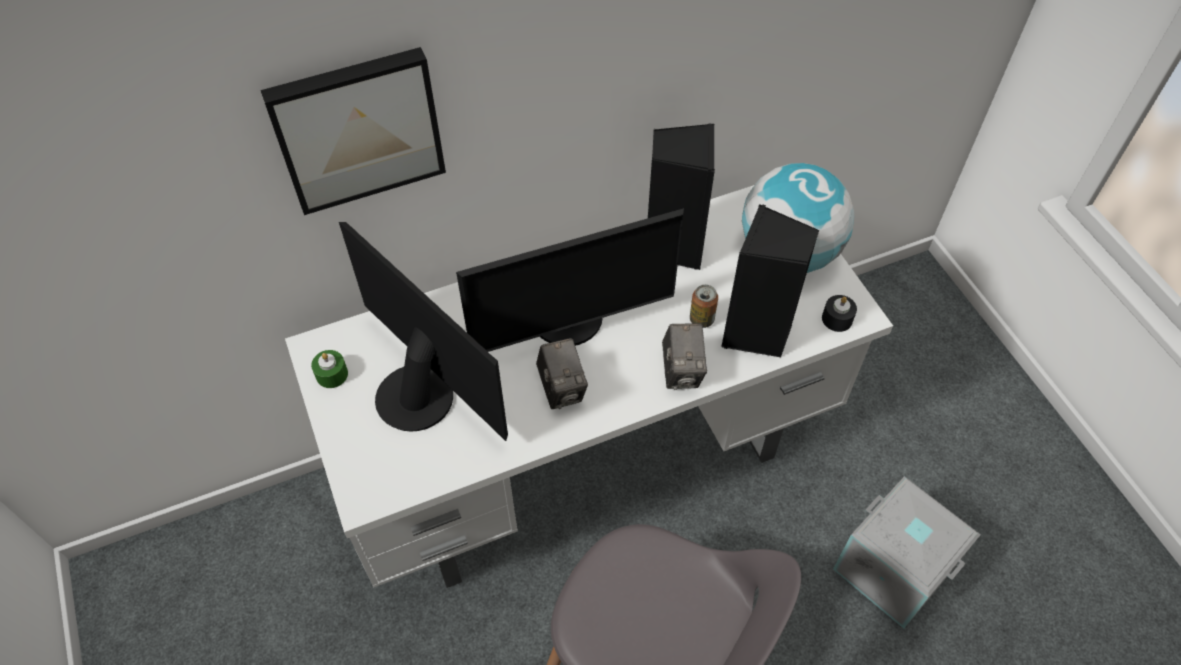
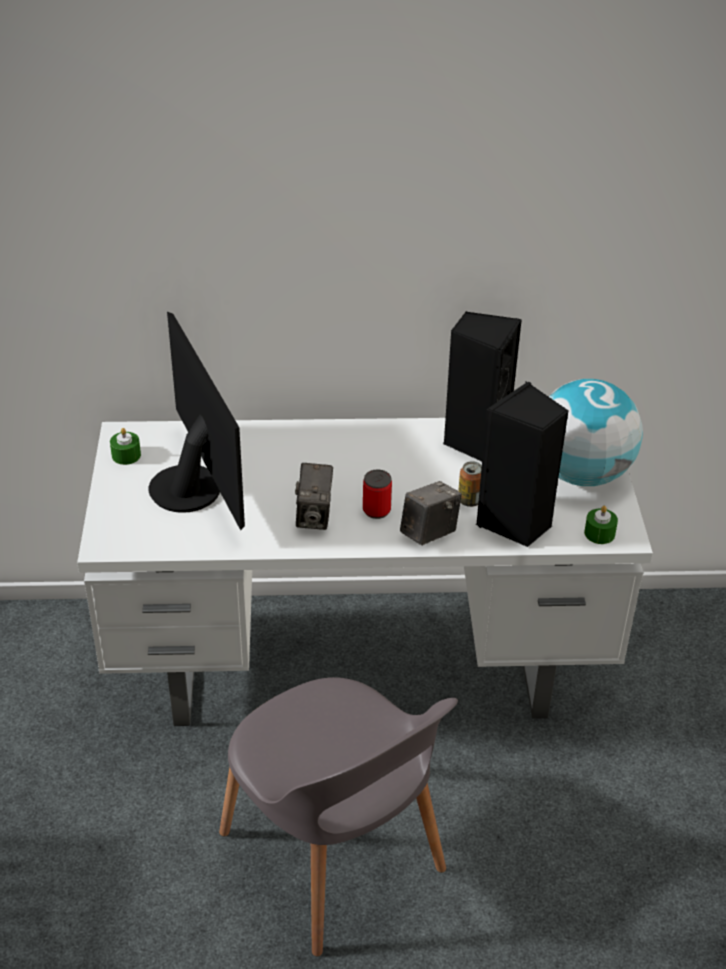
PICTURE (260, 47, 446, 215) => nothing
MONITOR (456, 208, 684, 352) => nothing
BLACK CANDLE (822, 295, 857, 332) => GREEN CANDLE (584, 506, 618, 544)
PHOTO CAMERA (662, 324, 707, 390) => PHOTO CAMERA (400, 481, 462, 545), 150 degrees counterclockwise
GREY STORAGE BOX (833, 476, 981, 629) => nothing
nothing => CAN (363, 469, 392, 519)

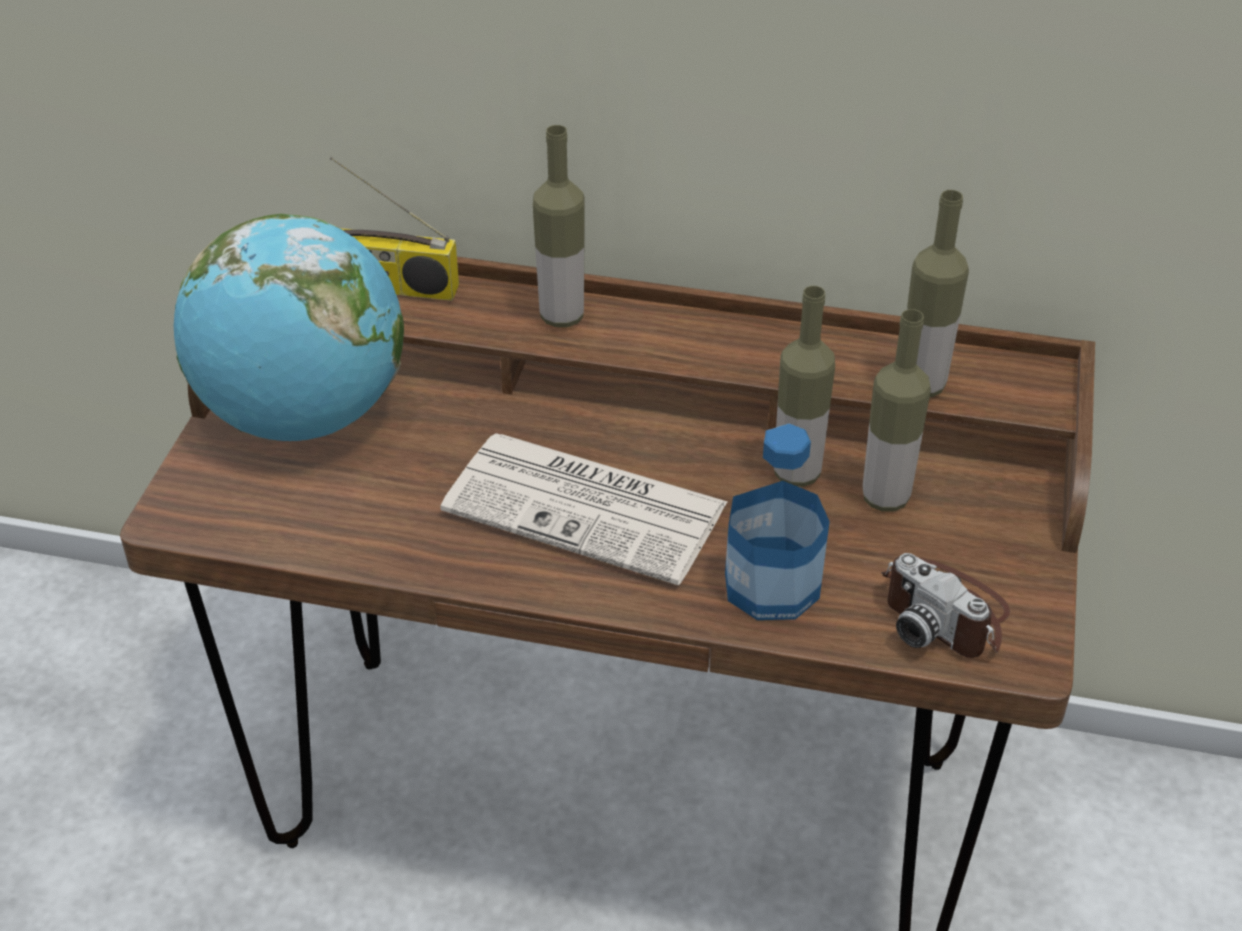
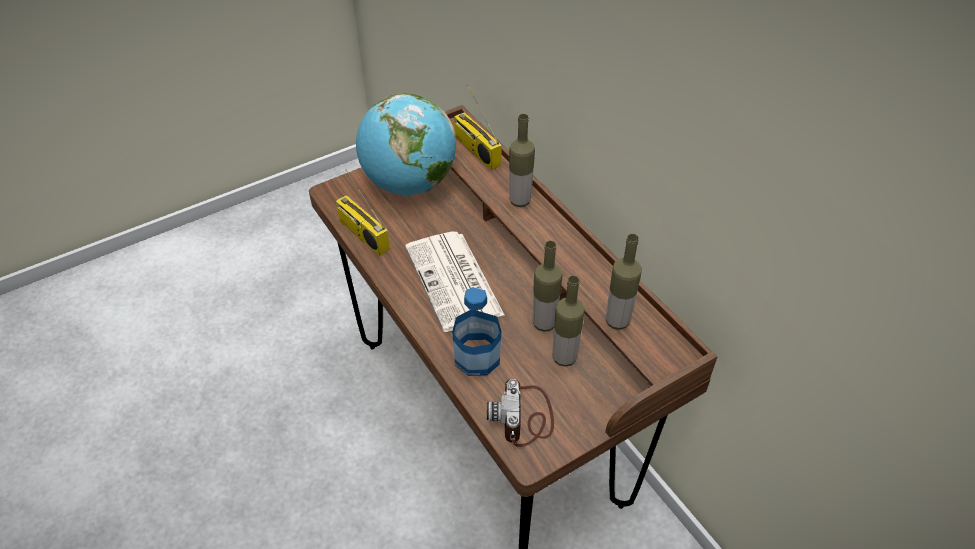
nothing => RADIO (336, 170, 390, 256)

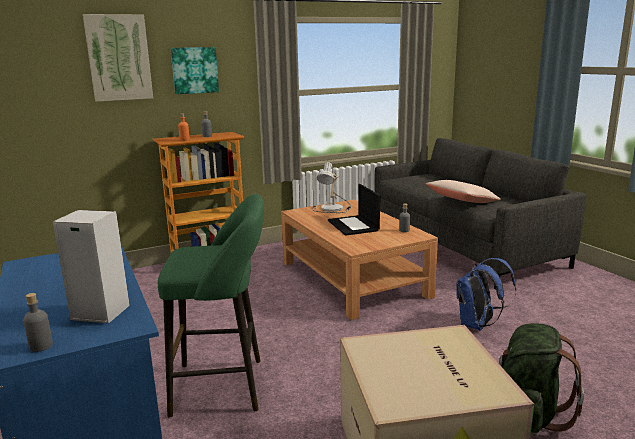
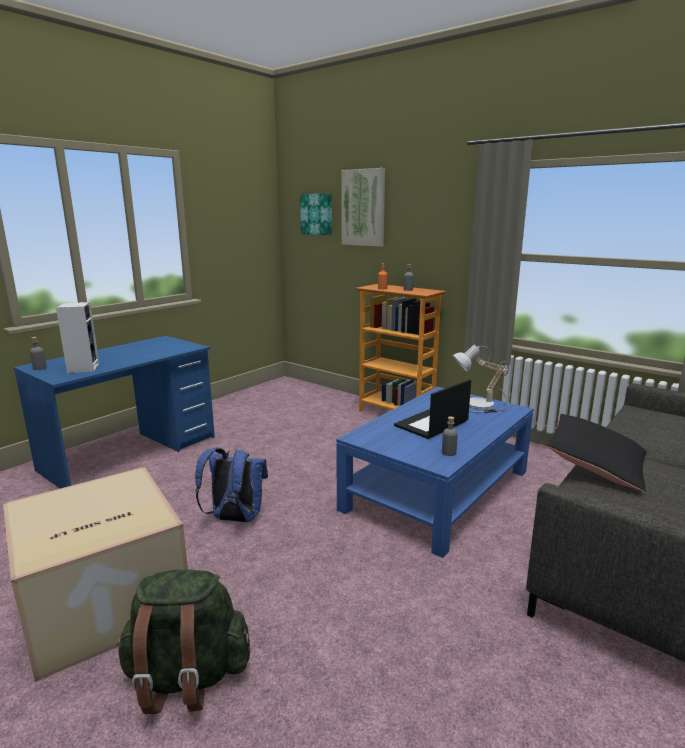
PICTURE (171, 47, 219, 94) => PICTURE (300, 194, 332, 235), relocated
BEIGE PILLOW (426, 180, 501, 203) => BLACK PILLOW (546, 414, 647, 492)
GREEN STOOL (158, 194, 264, 417) => nothing
BROWN COFFEE TABLE (281, 200, 438, 320) => BLUE COFFEE TABLE (336, 387, 534, 558)
BLUE BACKPACK (456, 258, 516, 330) => BLUE BACKPACK (195, 447, 268, 522), relocated

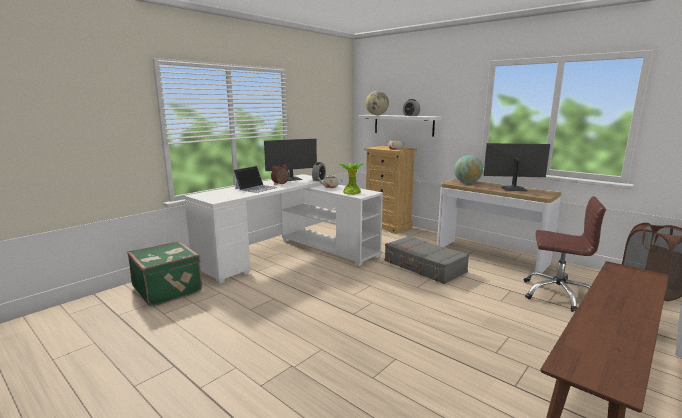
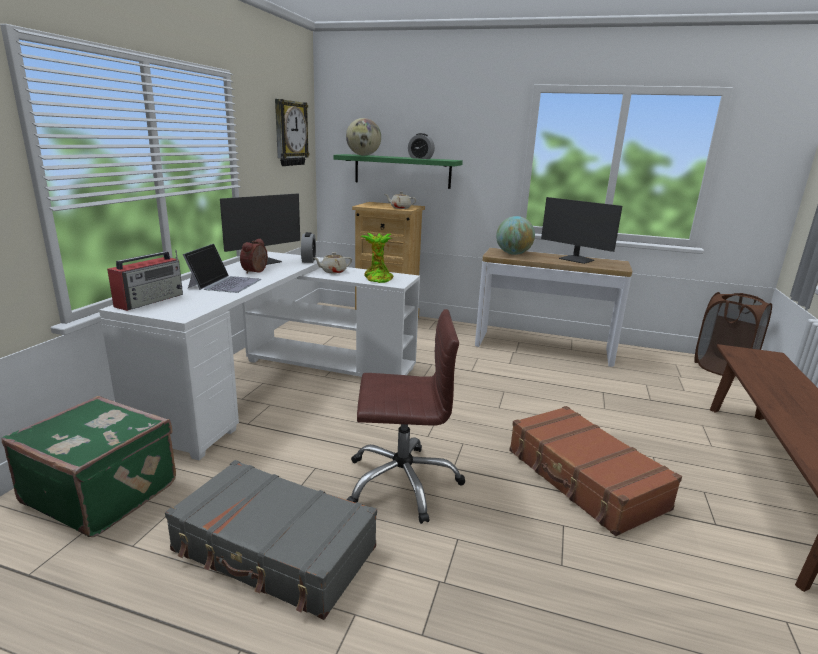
WHITE SHELF (358, 115, 442, 136) => GREEN SHELF (333, 154, 463, 189)
MONITOR (484, 143, 550, 191) => MONITOR (541, 197, 622, 264), 120 degrees counterclockwise
BROWN OFFICE CHAIR (524, 196, 606, 312) => BROWN OFFICE CHAIR (347, 309, 465, 524), relocated
GREY SUITCASE (385, 236, 469, 284) => GREY SUITCASE (165, 460, 377, 620), relocated
nothing => WALL CLOCK (275, 99, 310, 166)
nothing => RADIO (107, 250, 183, 311)
nothing => BROWN SUITCASE (509, 406, 682, 536)

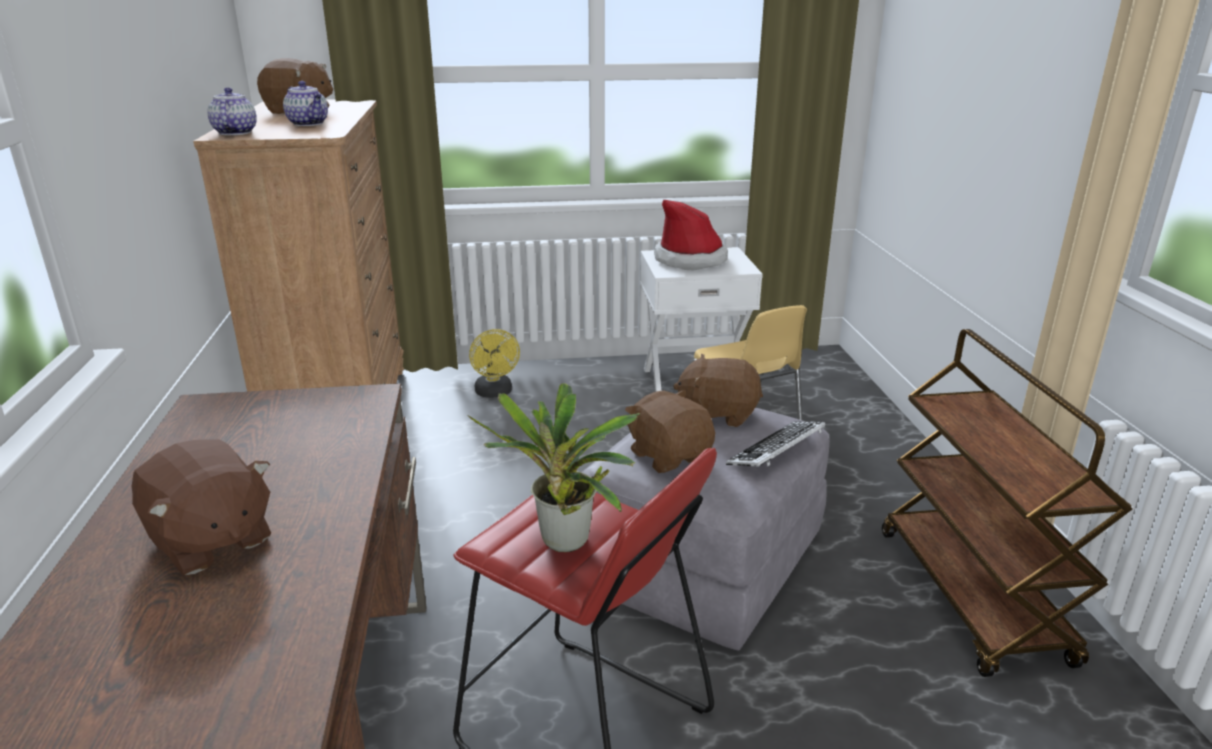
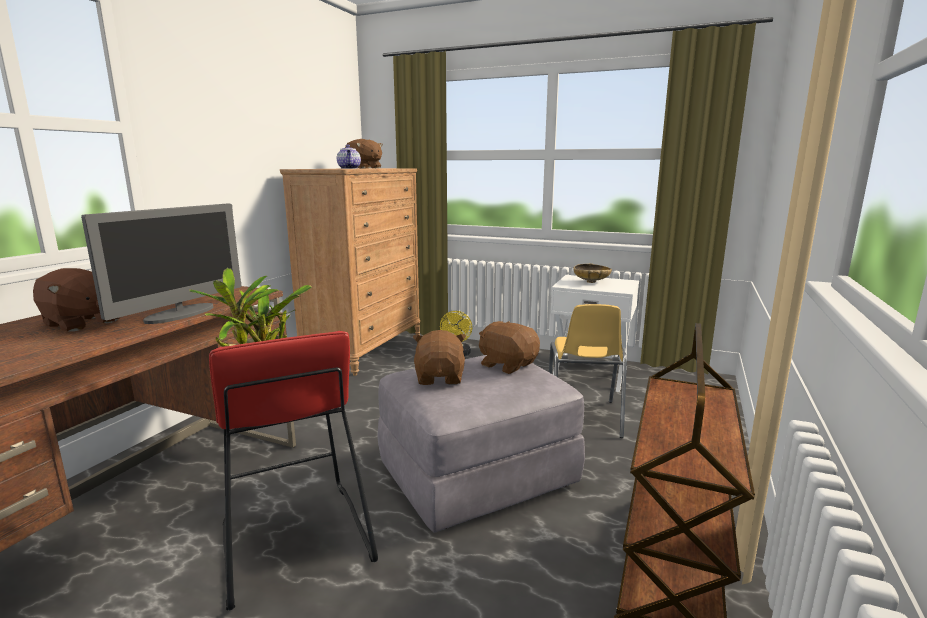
TEAPOT (207, 87, 257, 135) => nothing
HAT (654, 200, 728, 271) => BEIGE BOWL (573, 263, 612, 283)
KEYBOARD (726, 421, 826, 466) => nothing
BROWN PLUSH TOY (132, 439, 271, 575) => BROWN PLUSH TOY (33, 268, 120, 332), 45 degrees counterclockwise
nothing => MONITOR (81, 204, 242, 324)

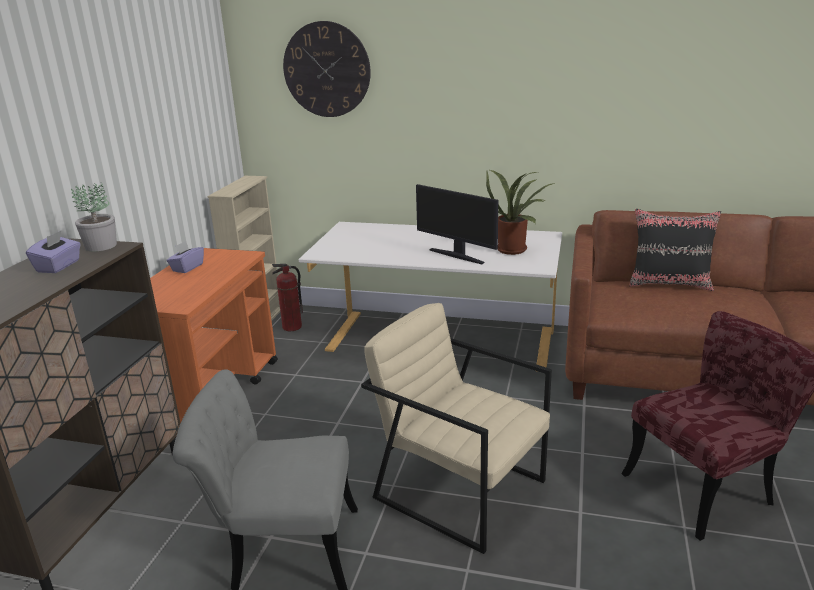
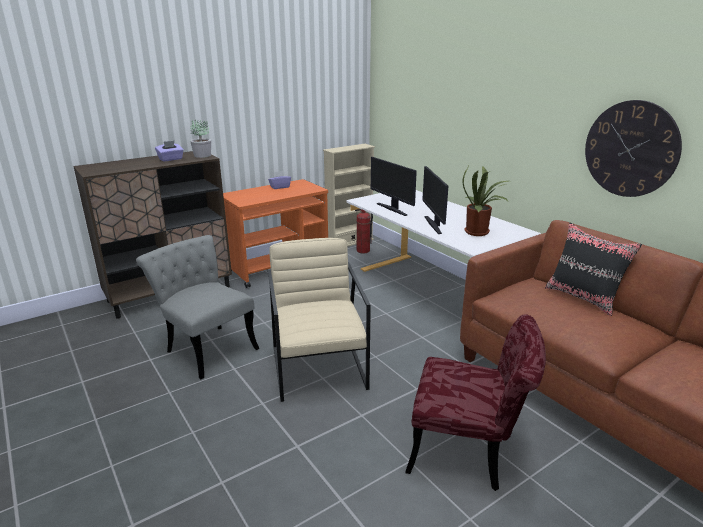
WALL CLOCK (283, 21, 371, 117) => WALL CLOCK (585, 100, 682, 197), relocated
nothing => MONITOR (371, 157, 417, 216)

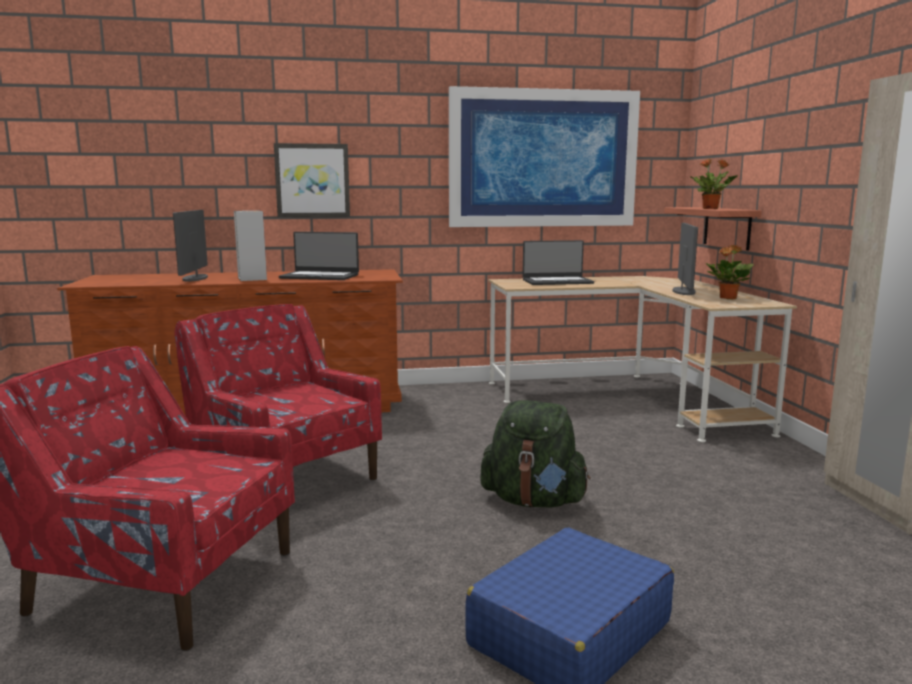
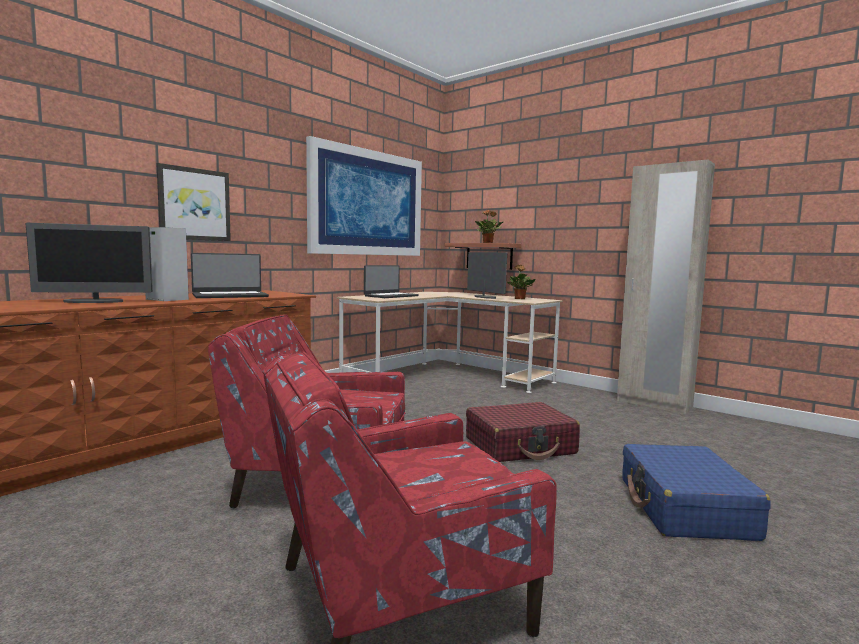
MONITOR (173, 210, 208, 282) => MONITOR (26, 223, 153, 303), 60 degrees counterclockwise
GREEN BACKPACK (480, 400, 590, 508) => RED SUITCASE (466, 402, 580, 462)

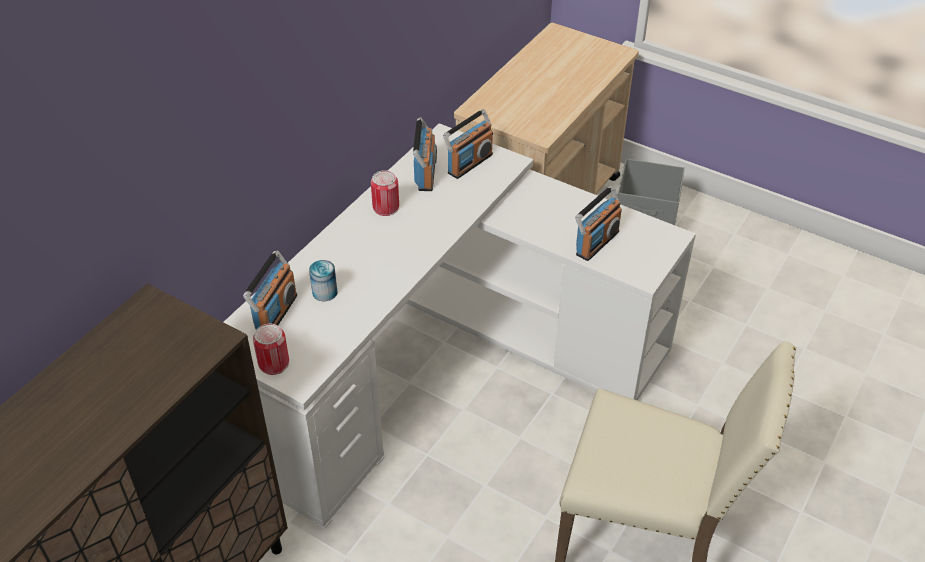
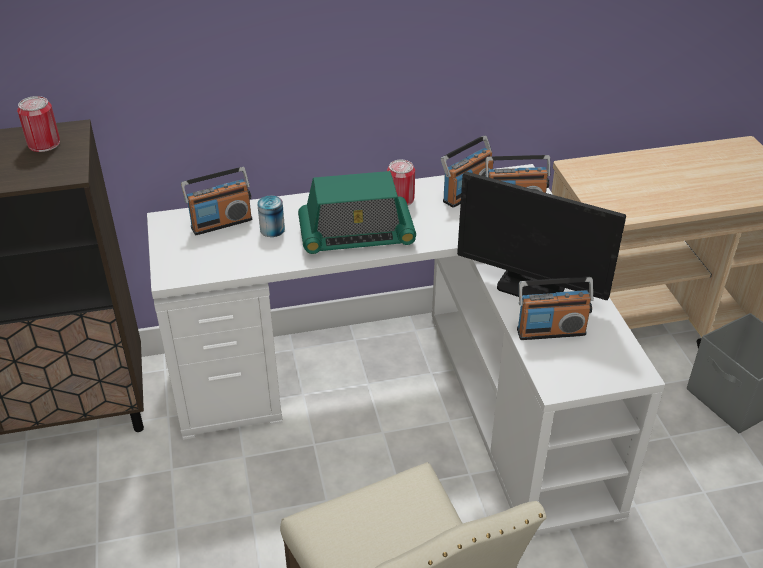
CAN (253, 324, 289, 375) => CAN (17, 96, 60, 152), relocated
nothing => RADIO (298, 171, 416, 254)
nothing => MONITOR (457, 172, 626, 300)

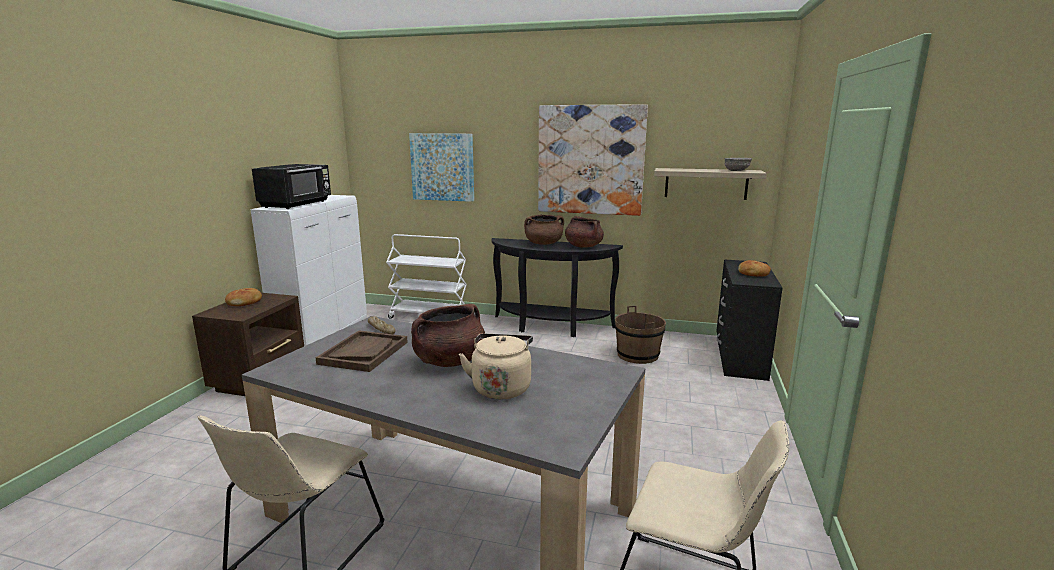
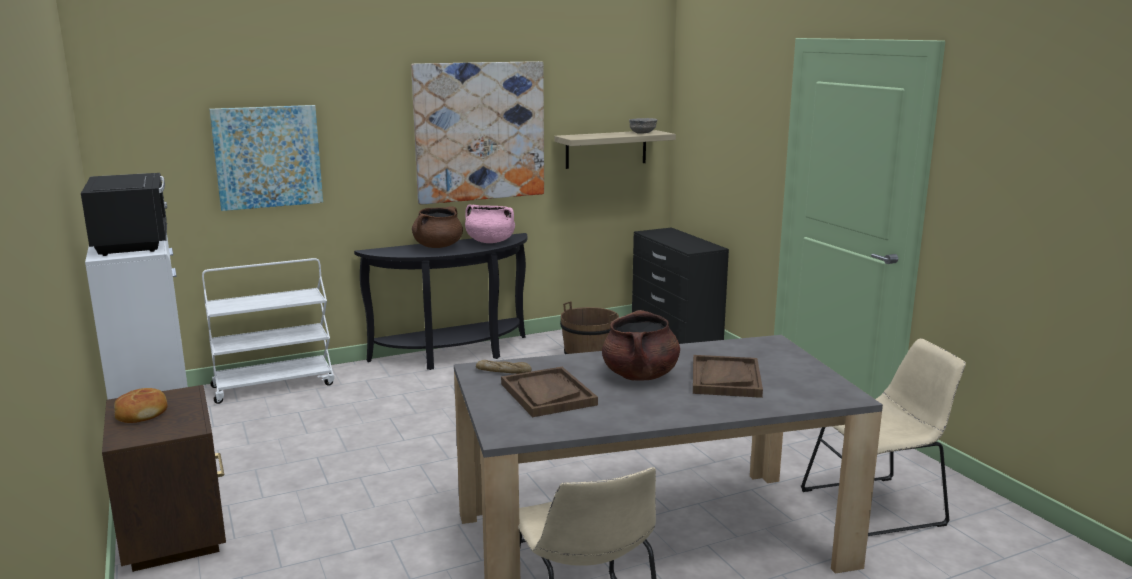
BROWN COOKING POT (565, 216, 604, 248) => PINK COOKING POT (465, 205, 515, 243)
BREAD (738, 260, 771, 277) => nothing
BEIGE KETTLE (459, 334, 533, 399) => BROWN TRAY (693, 355, 763, 398)

